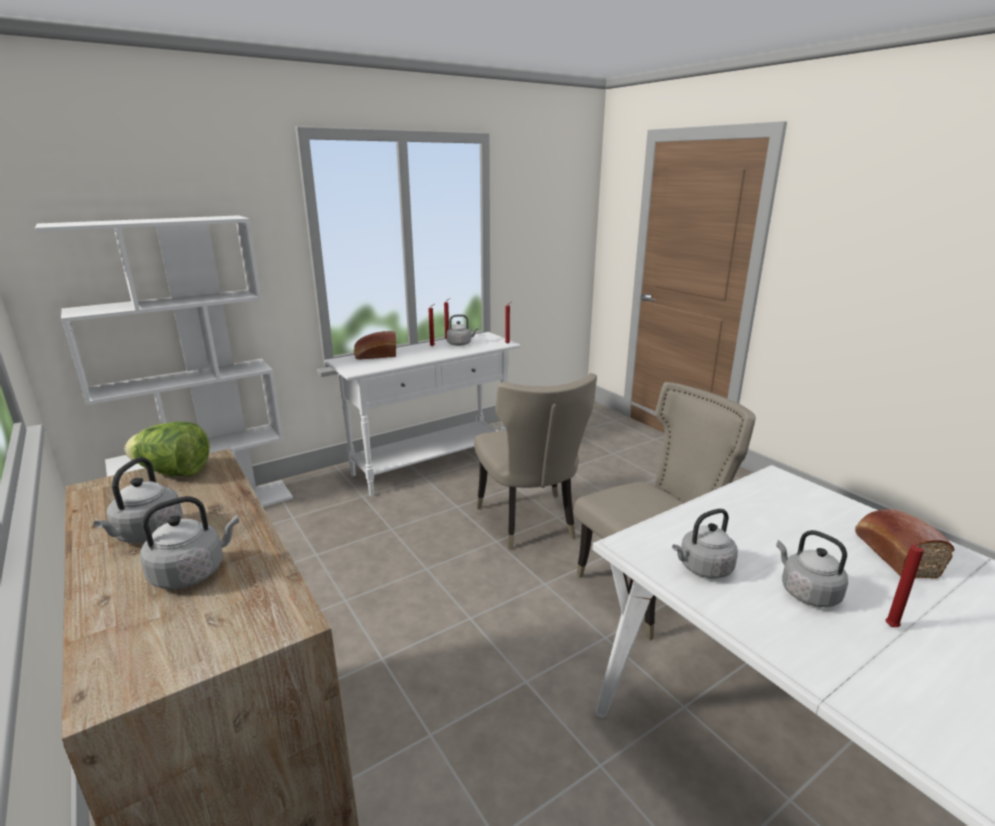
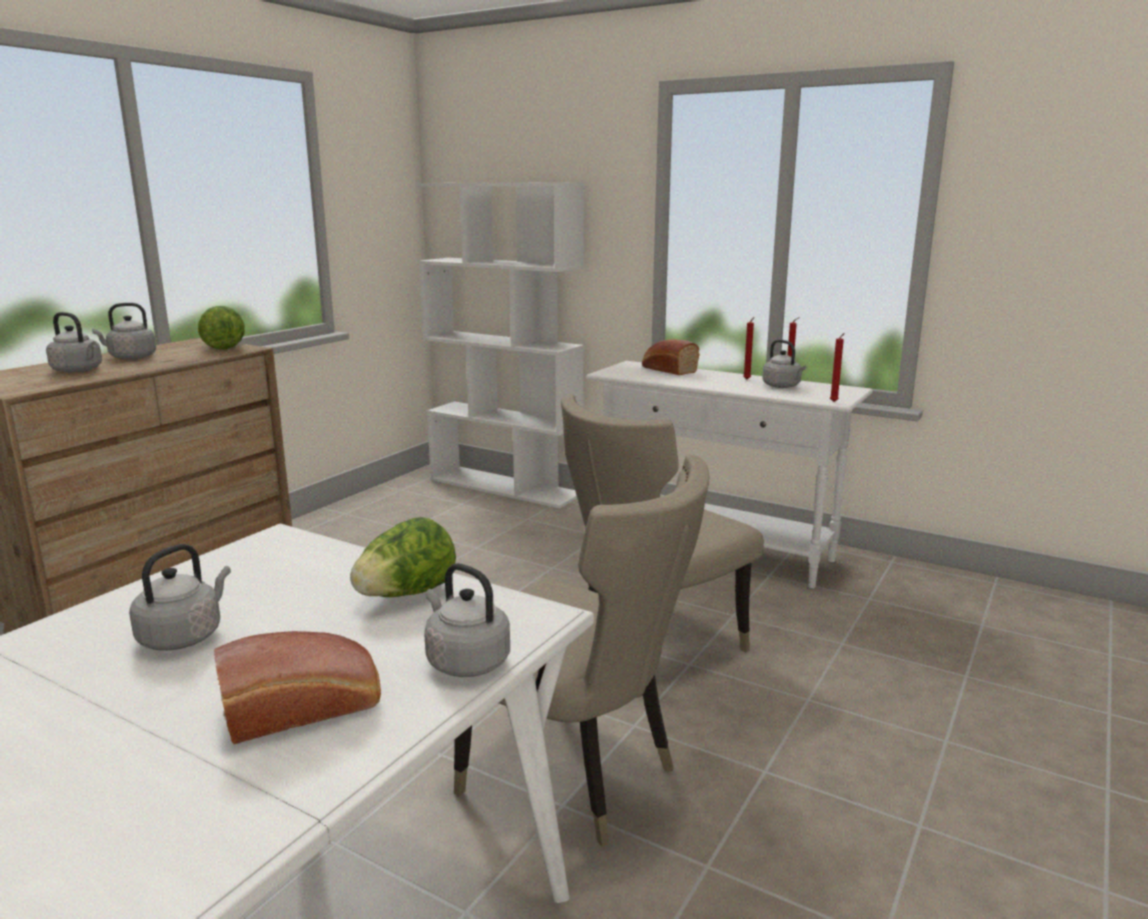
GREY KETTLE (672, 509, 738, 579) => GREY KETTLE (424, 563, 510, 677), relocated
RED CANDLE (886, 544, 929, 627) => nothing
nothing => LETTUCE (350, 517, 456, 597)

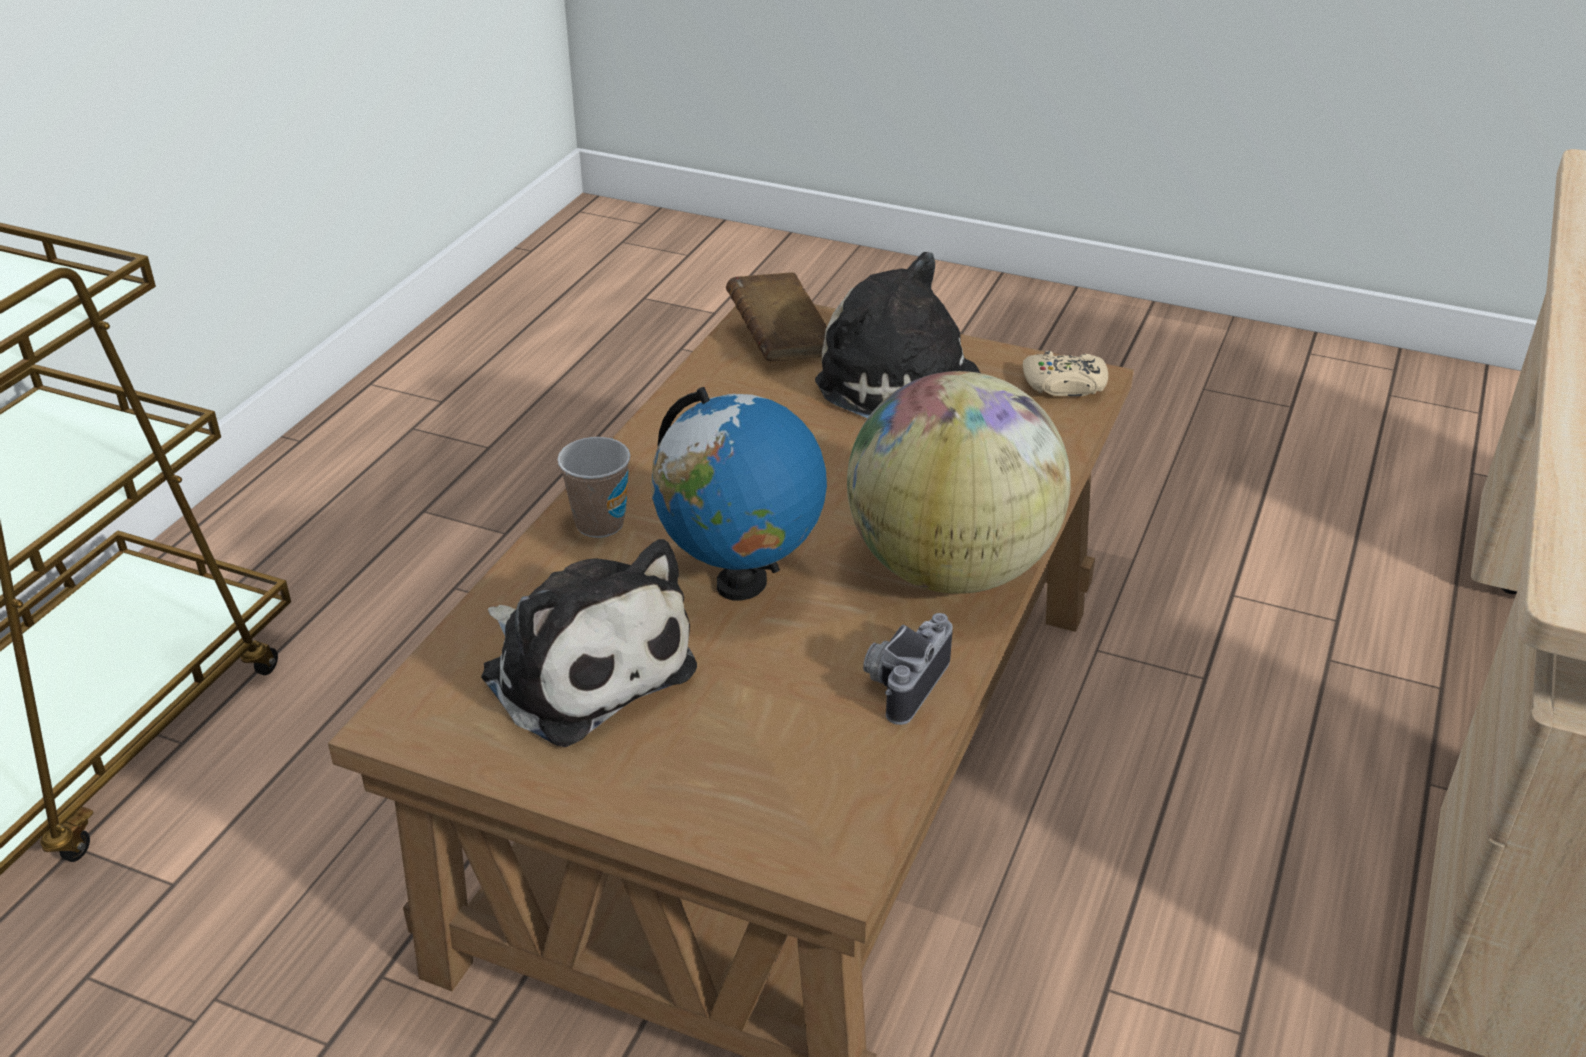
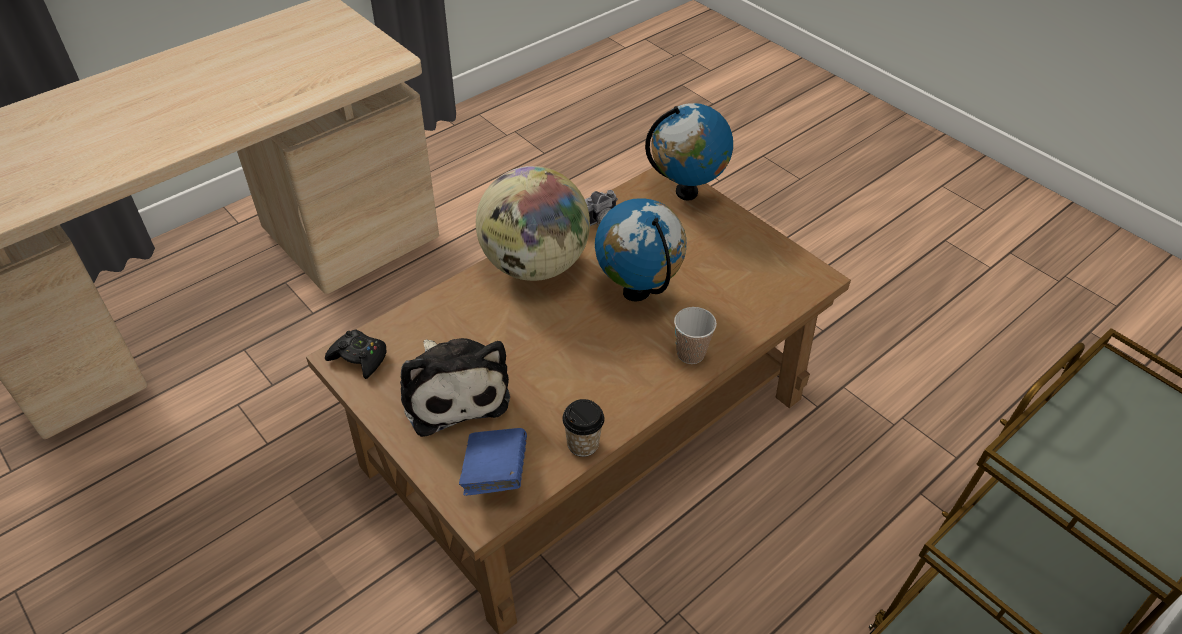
BROWN BOOK (726, 272, 827, 361) => BLUE BOOK (459, 428, 527, 496)
BEIGE GAME CONTROLLER (1023, 351, 1108, 396) => BLACK GAME CONTROLLER (325, 329, 386, 379)
PLUSH TOY (481, 539, 697, 747) => nothing
nothing => GLOBE (645, 103, 733, 201)
nothing => CUP (562, 399, 604, 457)

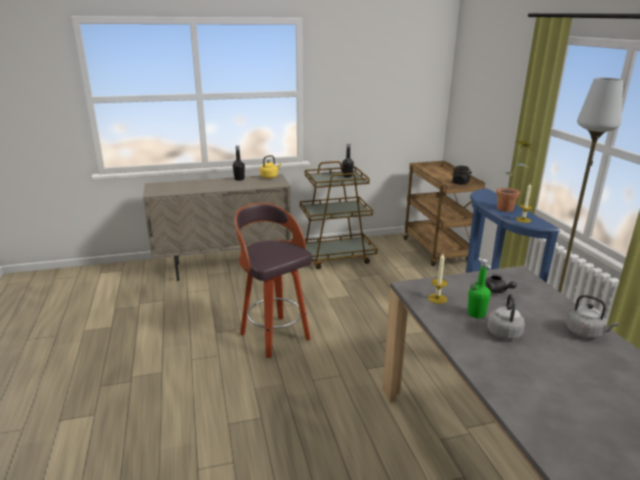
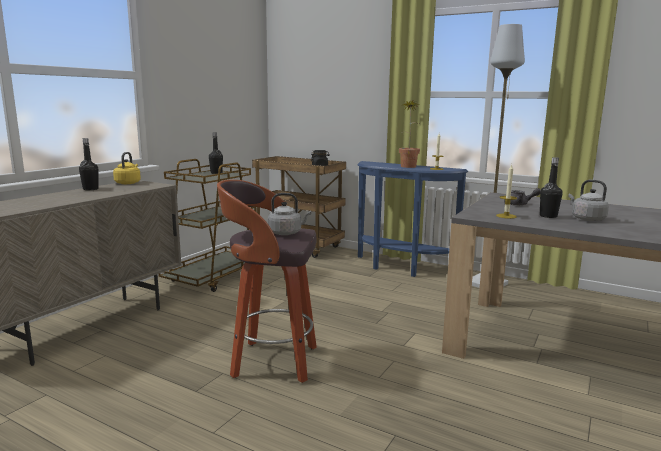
GREEN BOTTLE (468, 259, 491, 318) => BLACK BOTTLE (540, 157, 563, 218)
GREY KETTLE (567, 295, 619, 339) => GREY KETTLE (268, 193, 311, 235), relocated

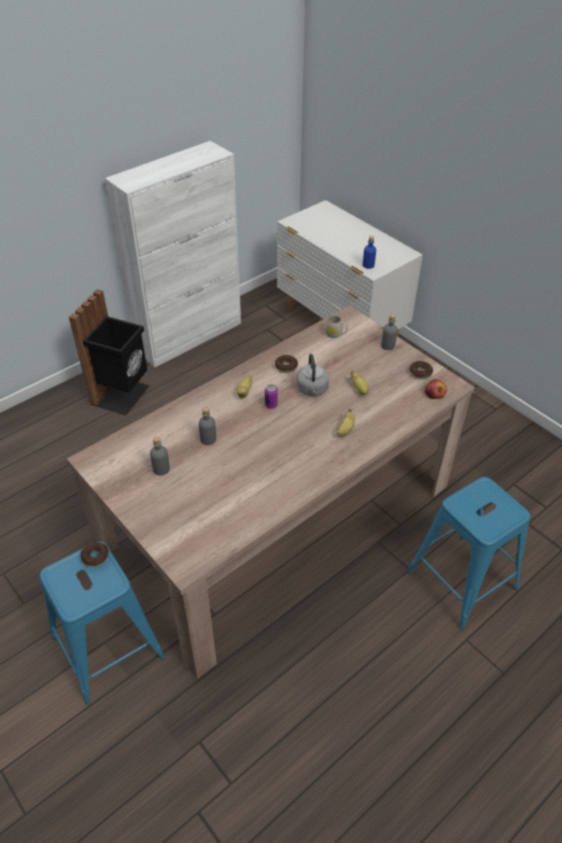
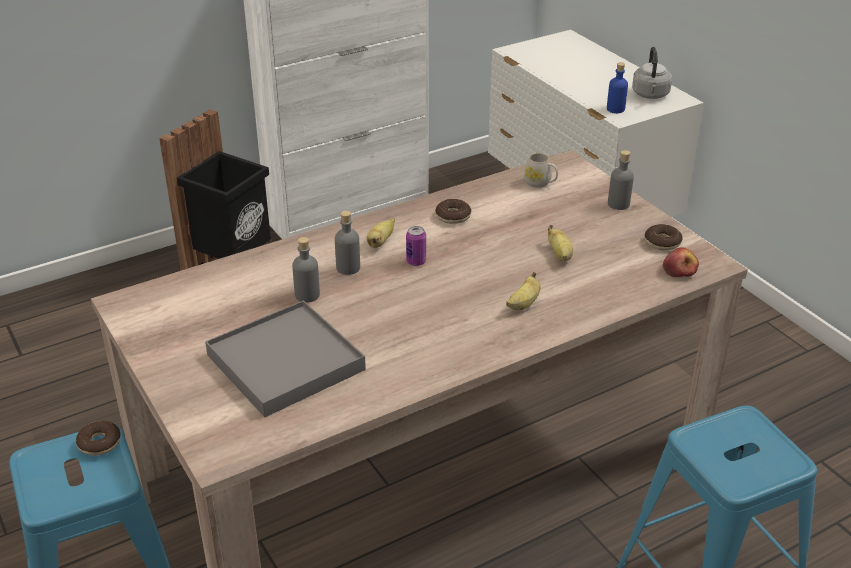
GREY KETTLE (297, 354, 329, 396) => GREY KETTLE (632, 47, 672, 99), relocated
GREY BOTTLE (150, 436, 170, 476) => GREY BOTTLE (335, 211, 360, 275), relocated
nothing => GREY TRAY (205, 300, 366, 417)

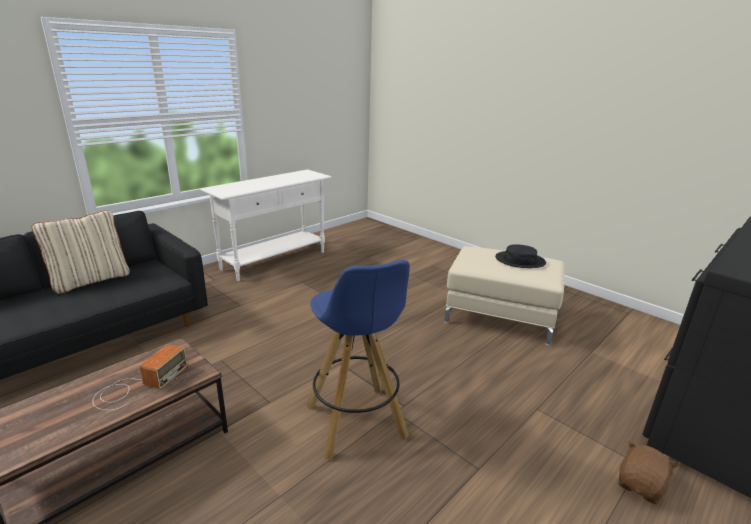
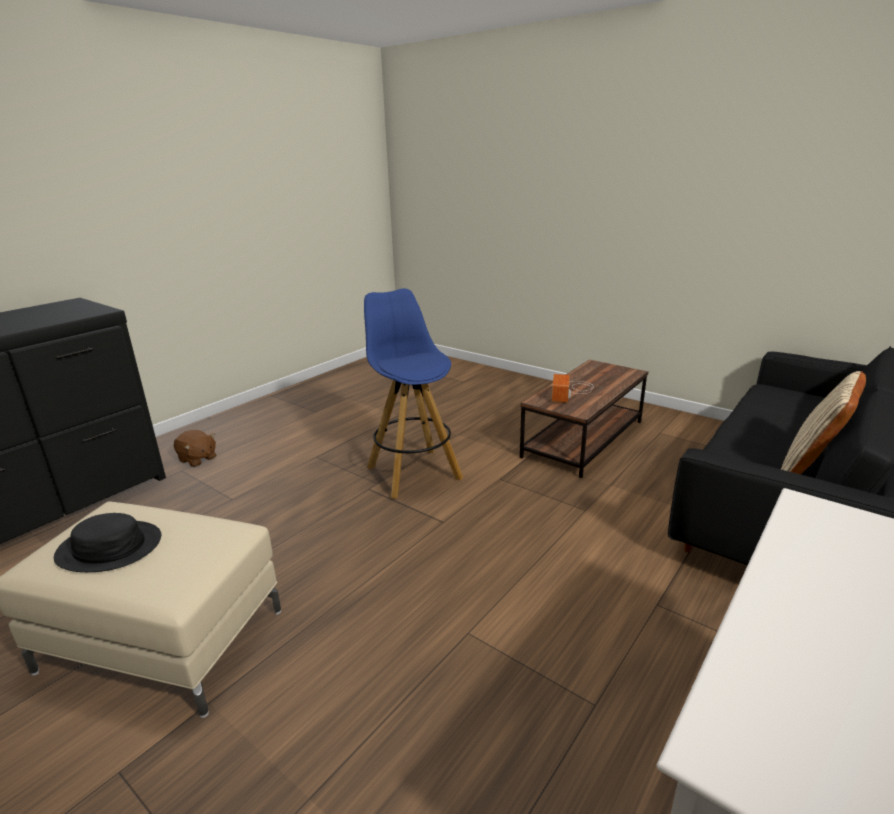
BROWN PLUSH TOY (618, 441, 679, 505) => BROWN PLUSH TOY (174, 430, 216, 467), 90 degrees counterclockwise

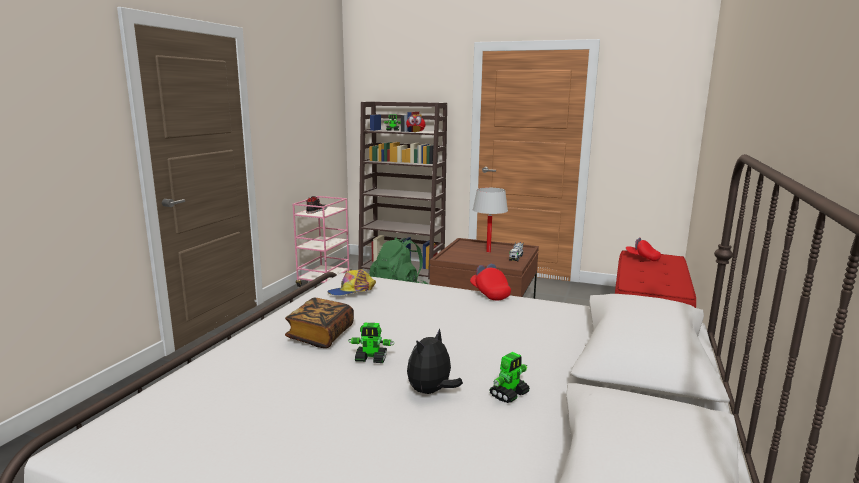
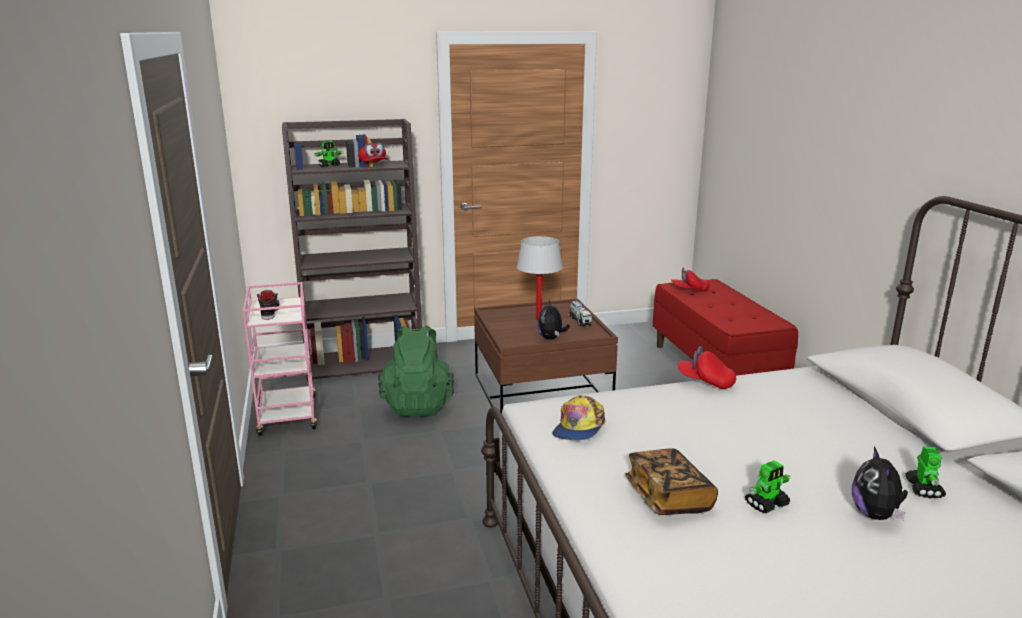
nothing => PLUSH TOY (537, 300, 570, 340)

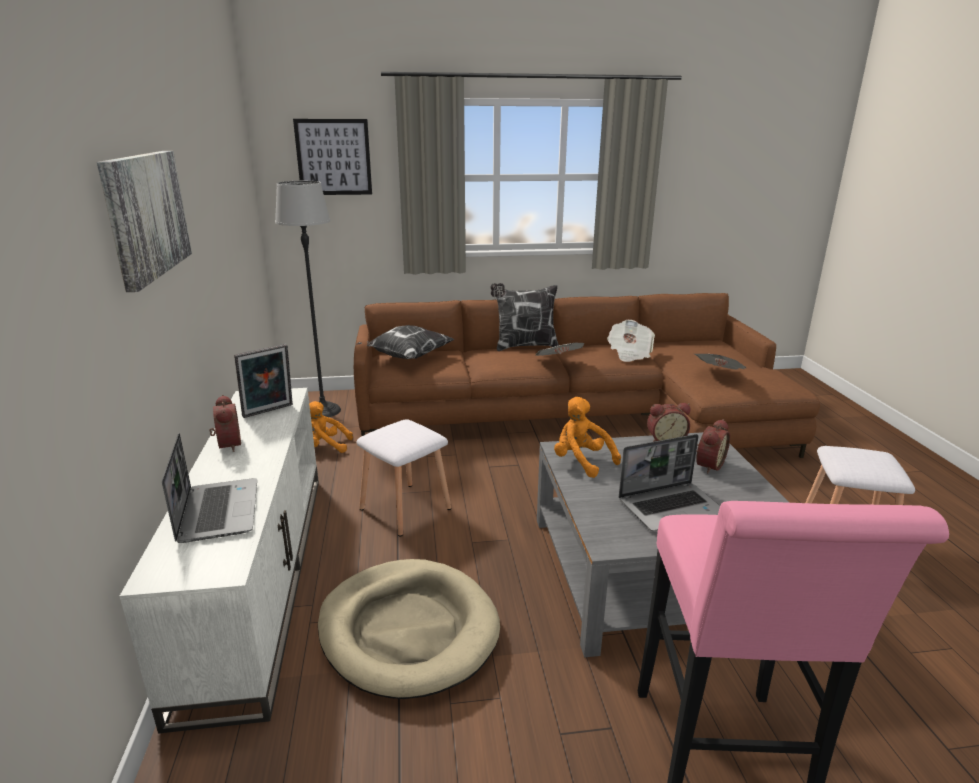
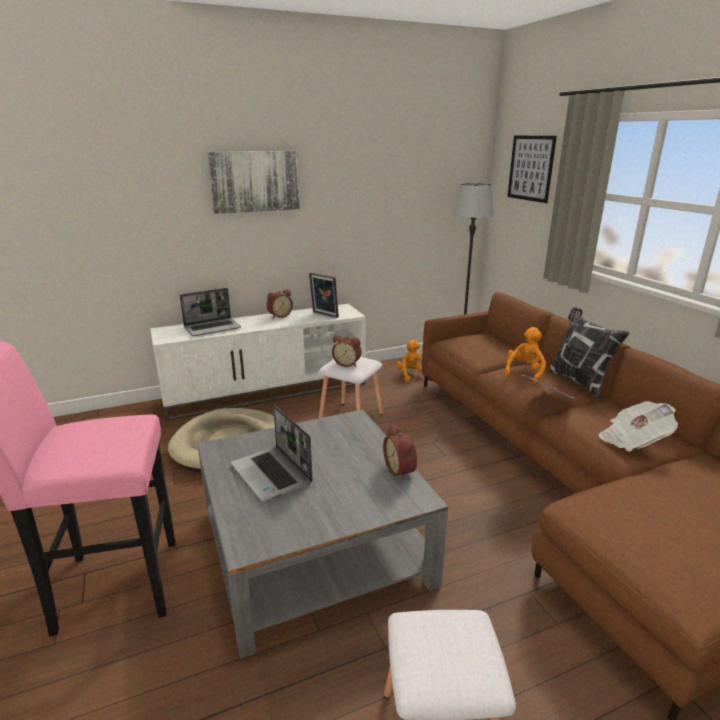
PILLOW (356, 325, 455, 359) => nothing
NEWSPAPER (695, 354, 746, 369) => nothing
ORANGE PLUSH TOY (554, 397, 621, 478) => ORANGE PLUSH TOY (504, 327, 546, 384), relocated
ALARM CLOCK (696, 419, 730, 474) => ALARM CLOCK (332, 335, 362, 367), relocated

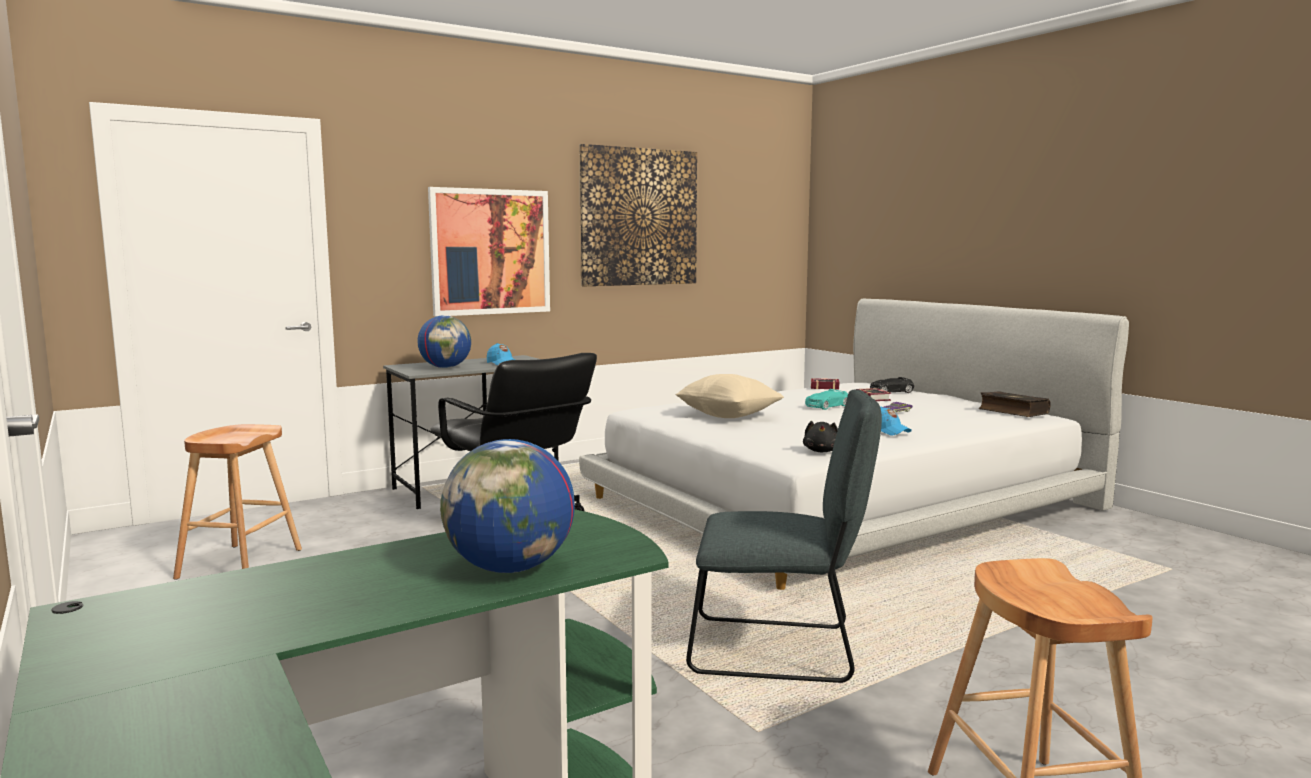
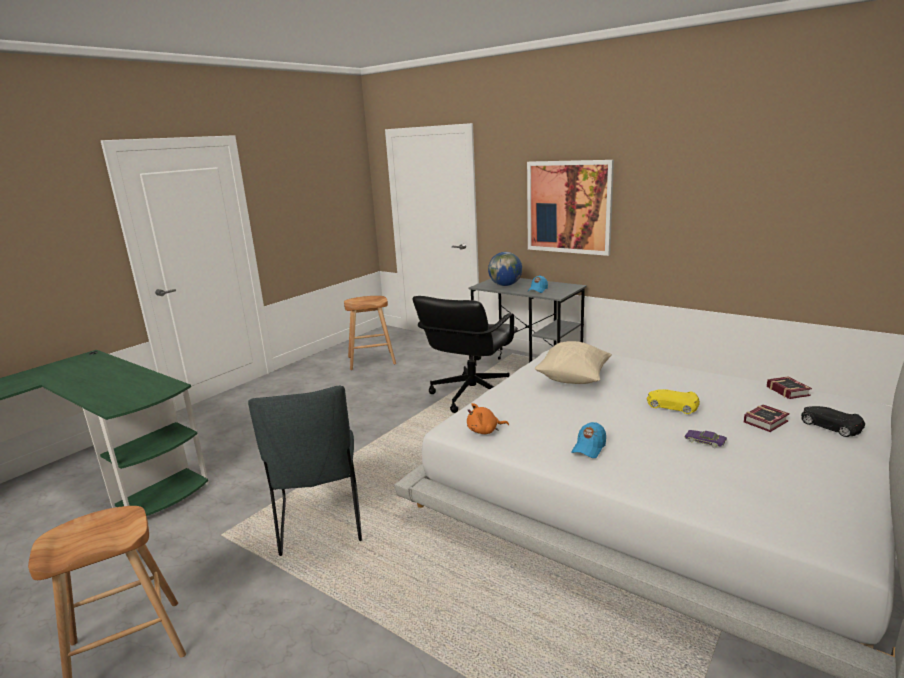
PICTURE (579, 144, 697, 286) => nothing
TURQUOISE TOY CAR (805, 389, 848, 410) => YELLOW TOY CAR (647, 389, 700, 414)
BOOK (979, 391, 1051, 417) => nothing
BLACK PLUSH TOY (803, 421, 838, 452) => ORANGE PLUSH TOY (467, 403, 509, 434)
GLOBE (440, 439, 575, 573) => nothing

